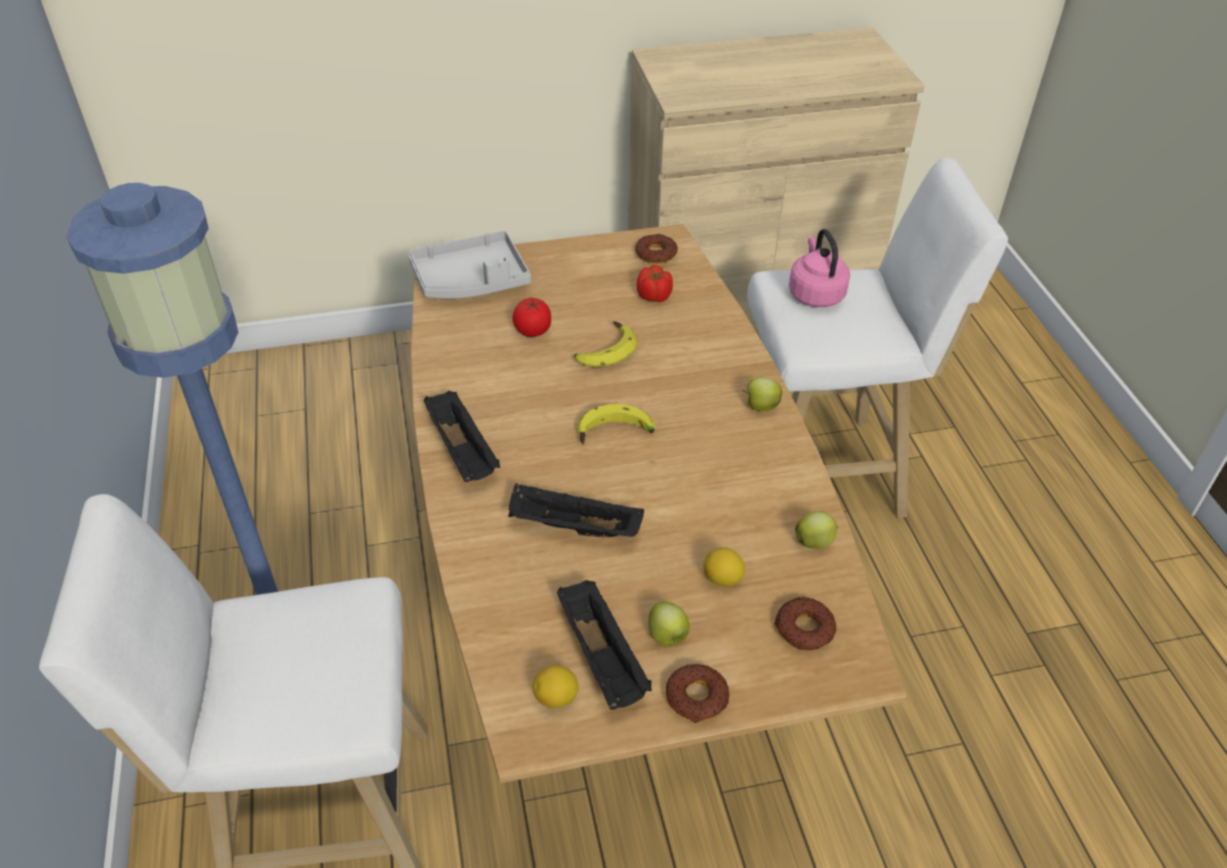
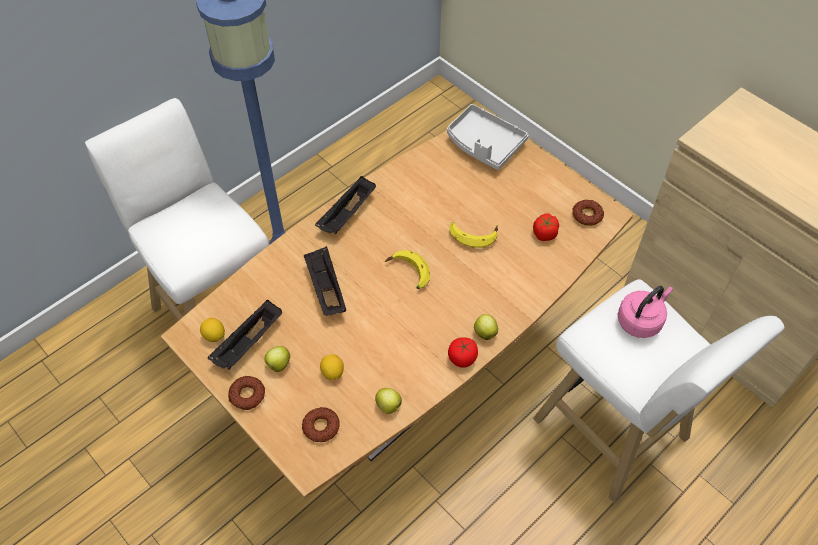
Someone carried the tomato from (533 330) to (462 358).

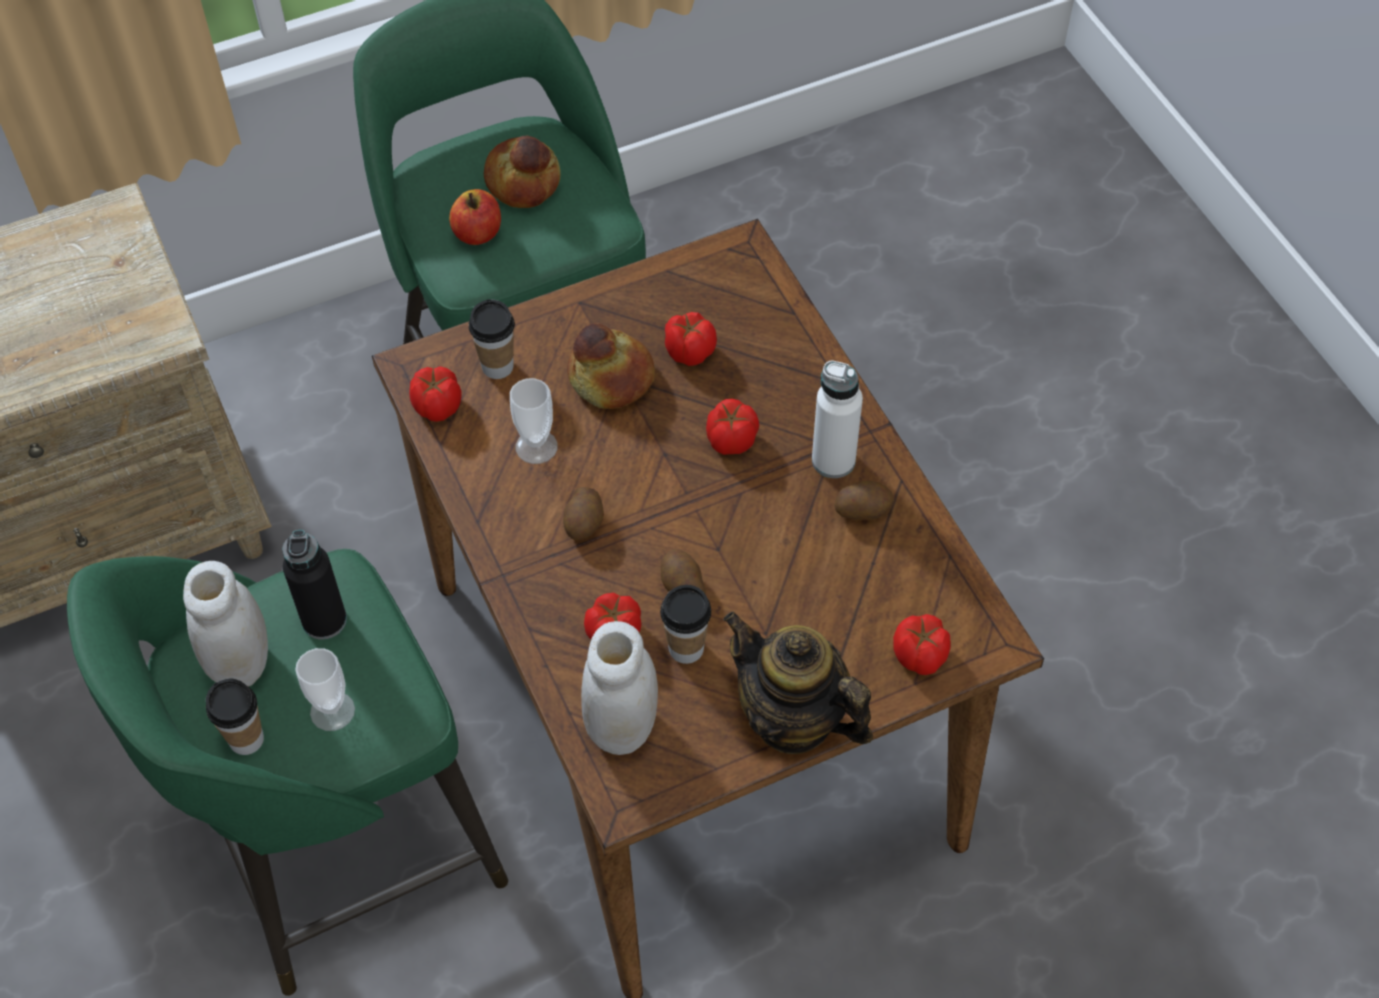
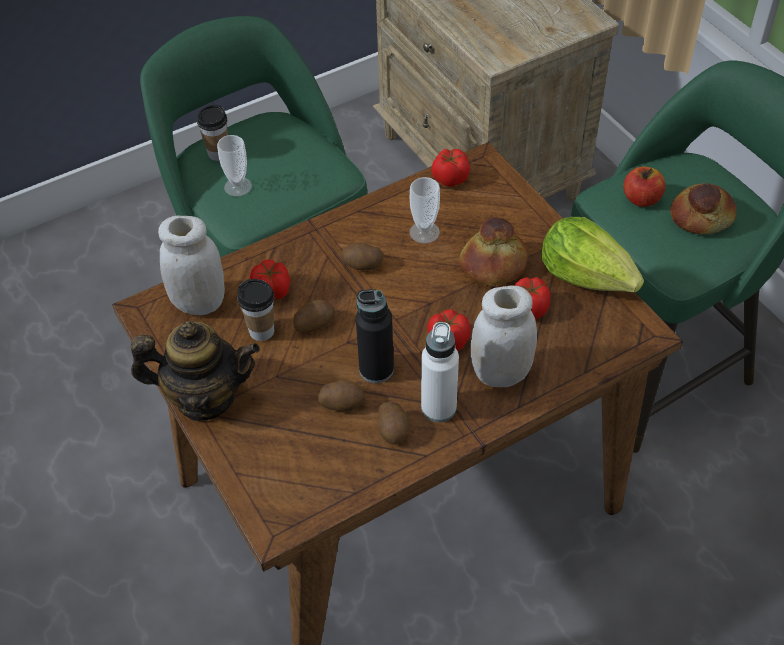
Someone rotated the teapot at (792 719) by 60 degrees clockwise. Someone put down the whole potato at (342 403). Someone carried the bottle (black) from (324 620) to (376 369). Someone carried the preserve jar (whitish) from (241 663) to (500 373). Someone put down the head of lettuce at (587 275). Someone took away the cup at (497 366). Someone took away the tomato at (920 656).

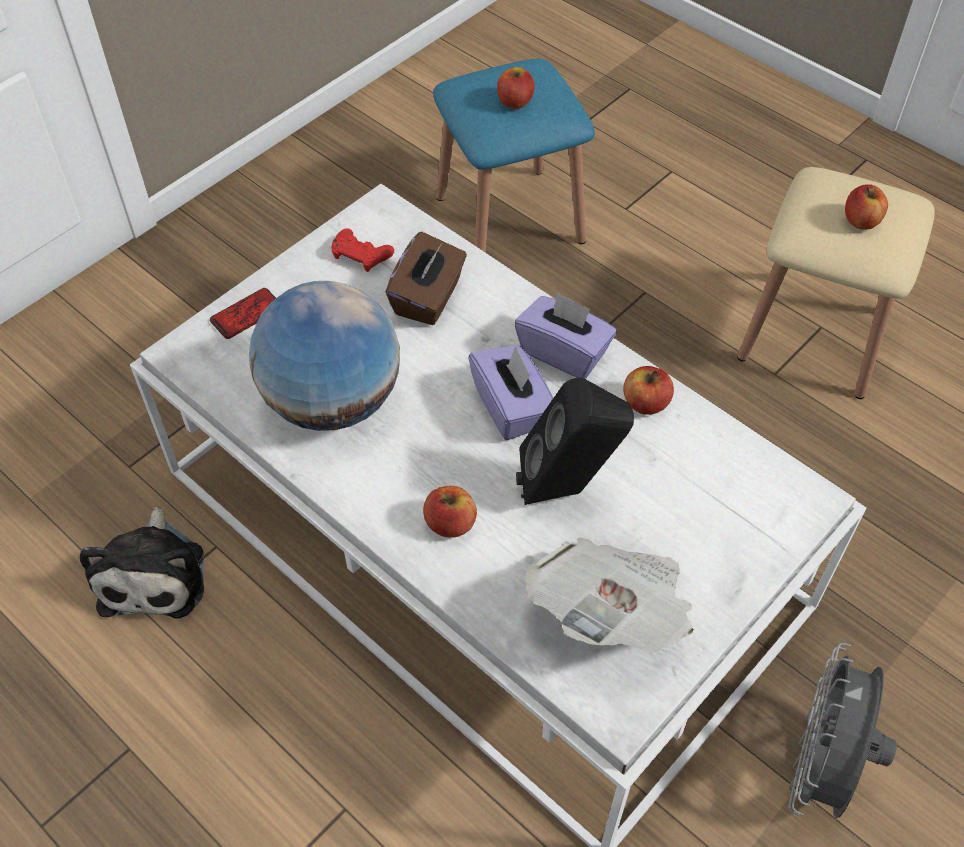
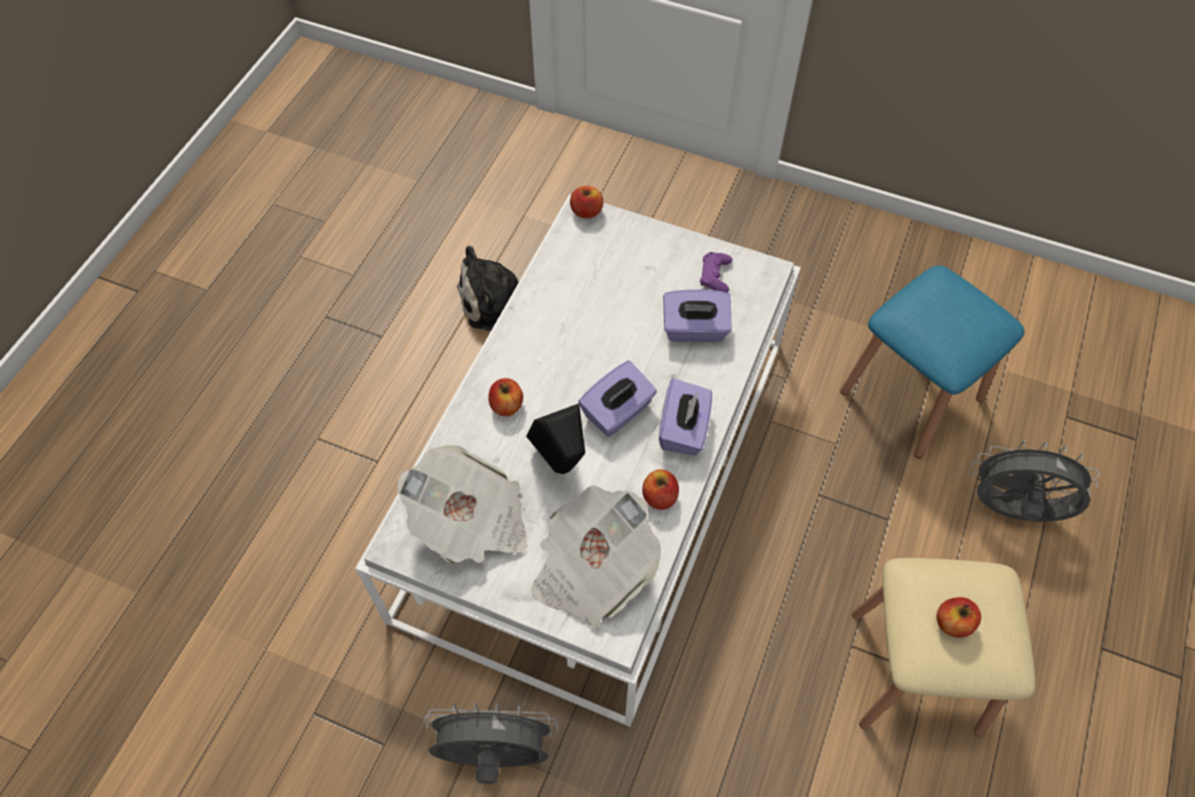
Someone put down the newspaper at (592 569). Someone carried the apple from (515 102) to (586 211). Someone repainted the tissue box (brownish) at (428 298), which became the tissue box (purple) at (695 329). Someone repainted the joypad (reddish) at (361 255), which became the joypad (purple) at (715 276). Someone put down the electric fan (gray) at (1012 511). Someone took away the handset at (246 314). Someone took away the desk globe at (332 401).

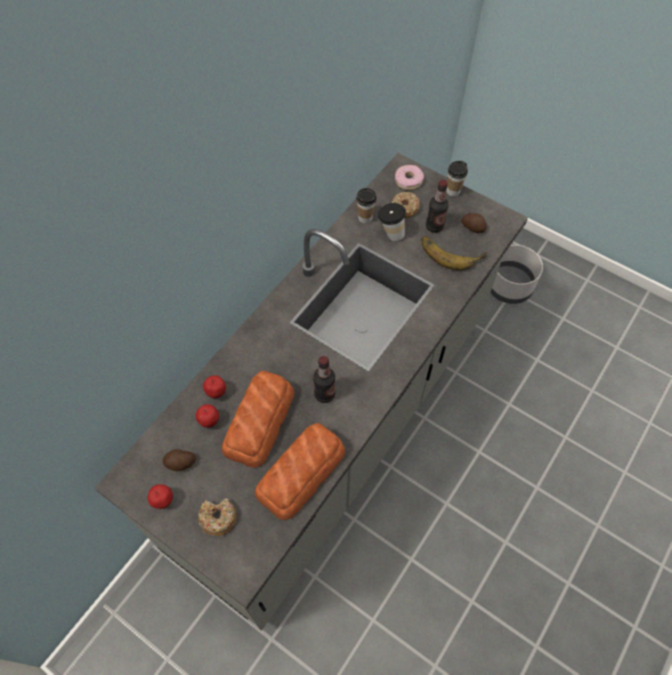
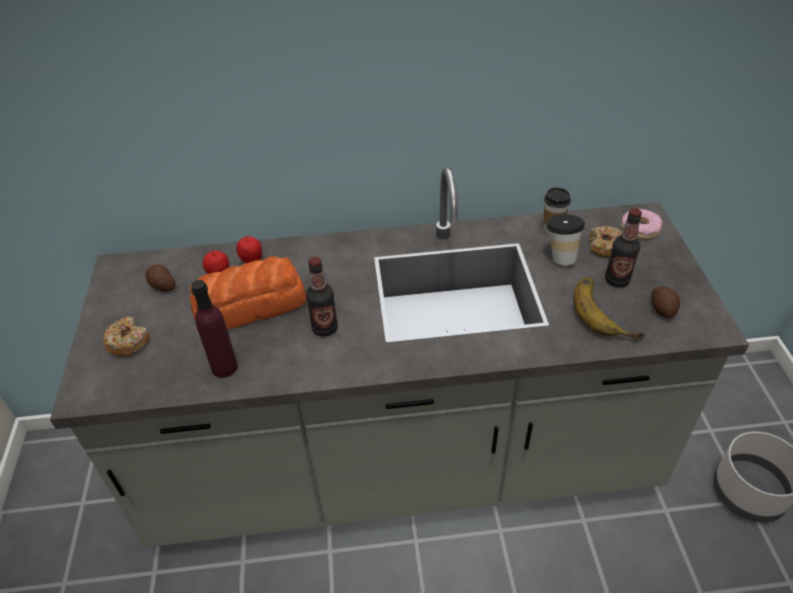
Someone swapped the bread at (302 472) for the bottle (purple) at (224 367). Someone took away the apple at (163 501). Someone took away the cup at (453 191).

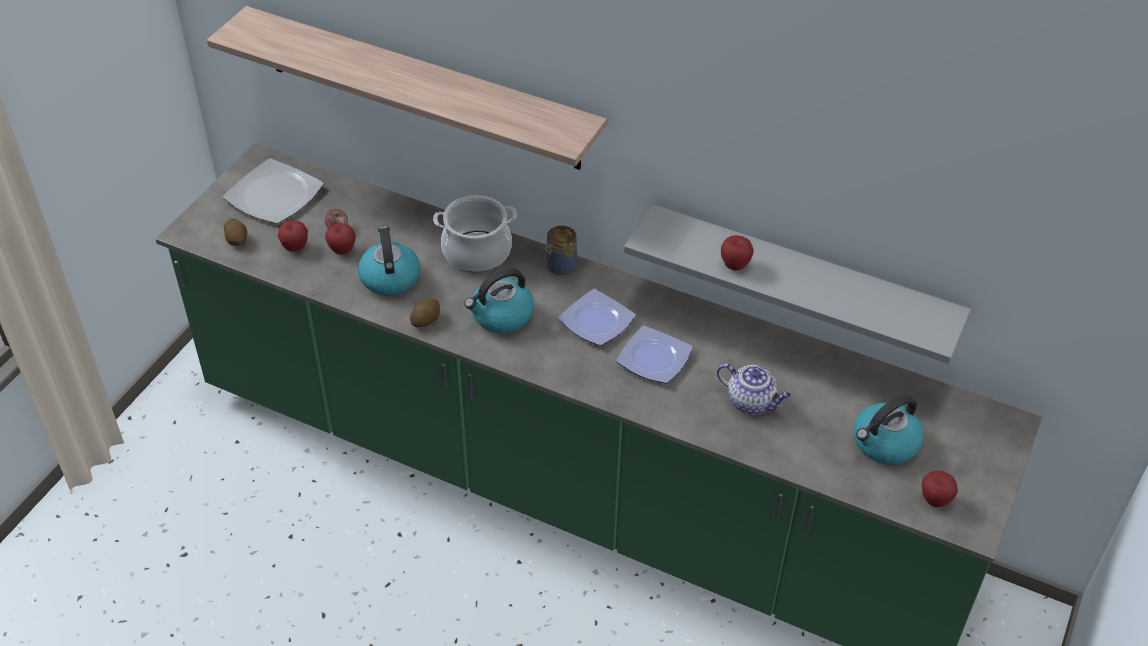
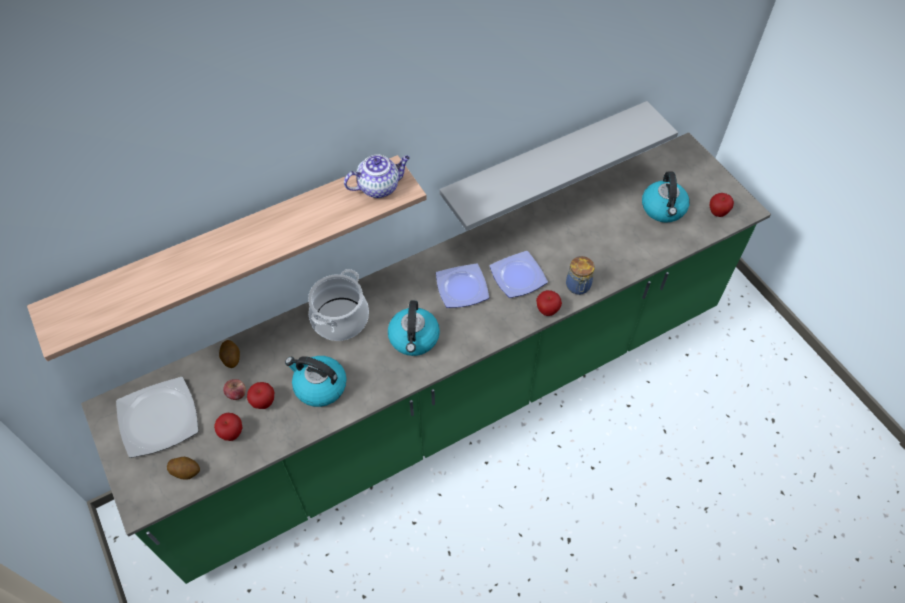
Someone carried the whole potato from (425 320) to (231 358). Someone carried the teapot from (751 402) to (379 187). Someone carried the apple from (735 265) to (547 310). Someone carried the preserve jar from (560 266) to (578 286).

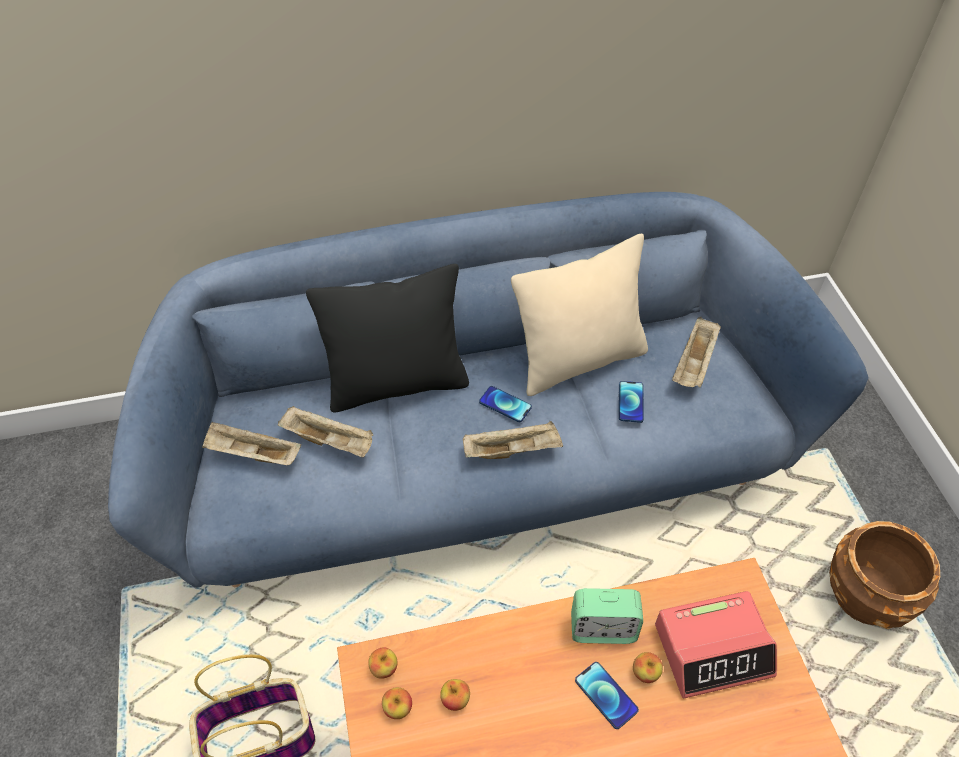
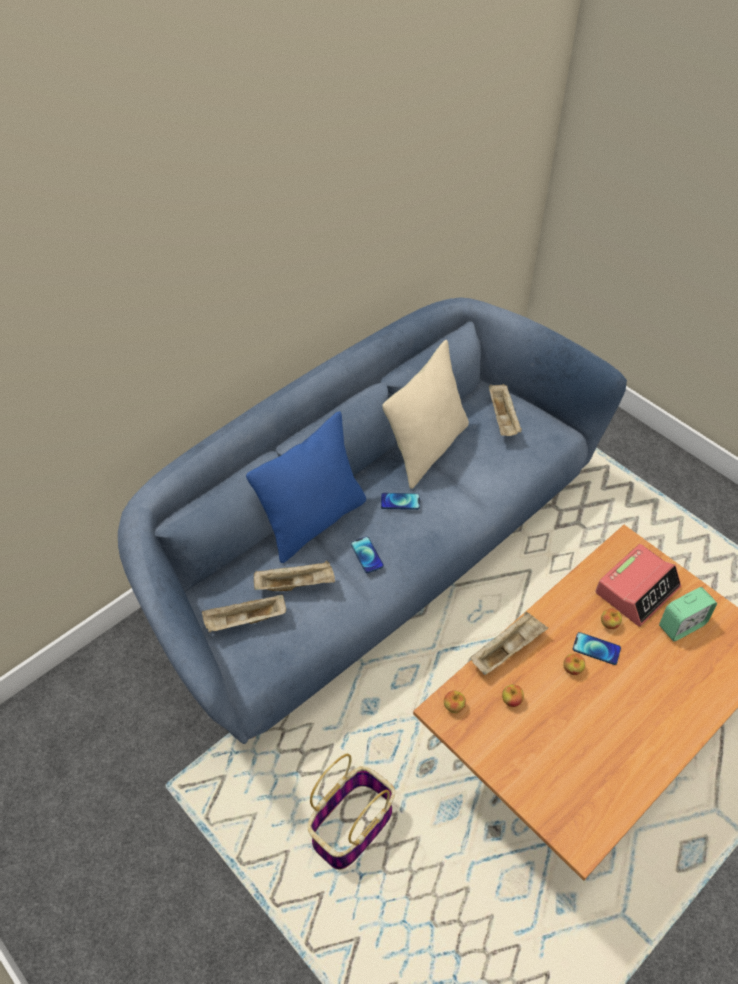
Someone repainted the cushion (black) at (397 383), which became the cushion (blue) at (313 521). Someone carried the handset from (630 402) to (367 555). Someone carried the tray (sand-coloured) from (513 450) to (507 649). Someone carried the apple from (398 708) to (572 669). Someone carried the alarm clock from (602 628) to (681 625). Someone took away the flower pot (brownish) at (865 596).

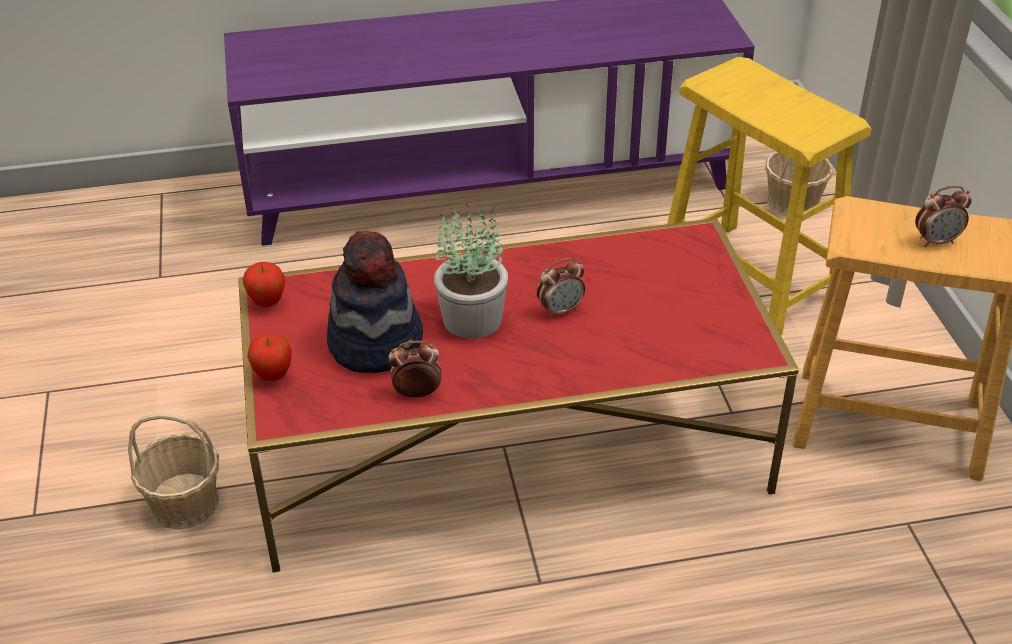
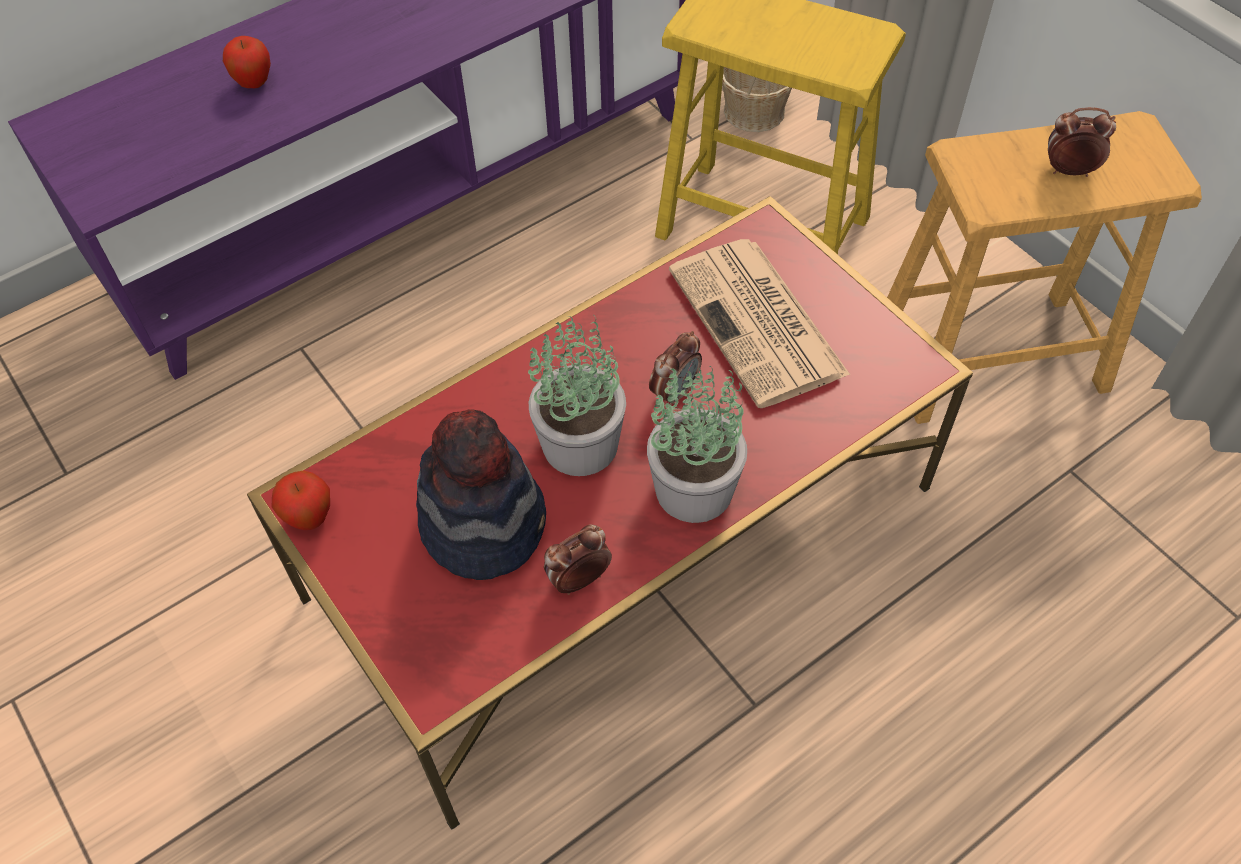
Someone carried the apple from (273 376) to (254 83). Someone put down the potted plant at (695 487). Someone put down the newspaper at (759 324). Someone rotated the alarm clock at (936 241) by 135 degrees counterclockwise. Someone took away the household basket at (184 502).

